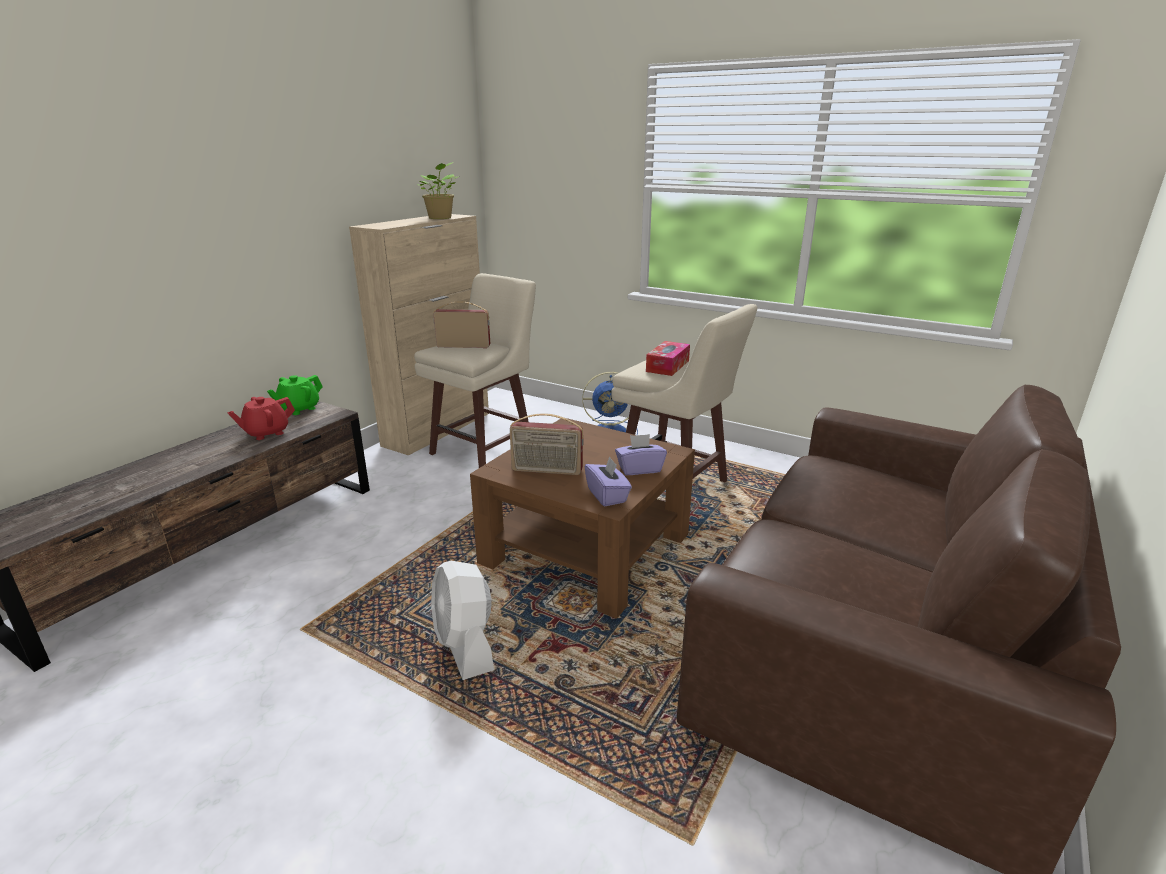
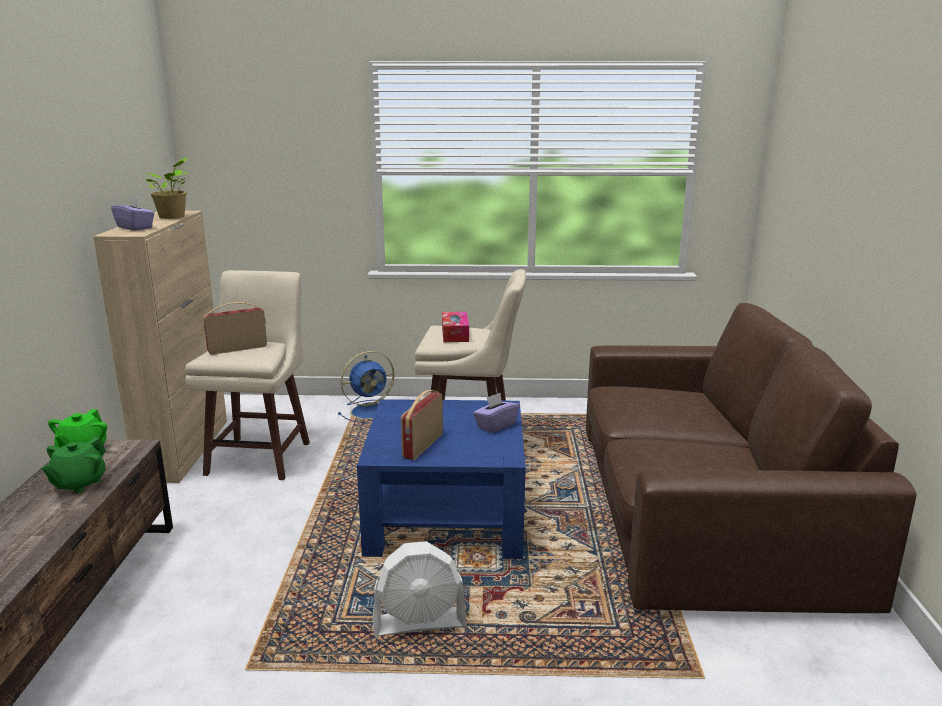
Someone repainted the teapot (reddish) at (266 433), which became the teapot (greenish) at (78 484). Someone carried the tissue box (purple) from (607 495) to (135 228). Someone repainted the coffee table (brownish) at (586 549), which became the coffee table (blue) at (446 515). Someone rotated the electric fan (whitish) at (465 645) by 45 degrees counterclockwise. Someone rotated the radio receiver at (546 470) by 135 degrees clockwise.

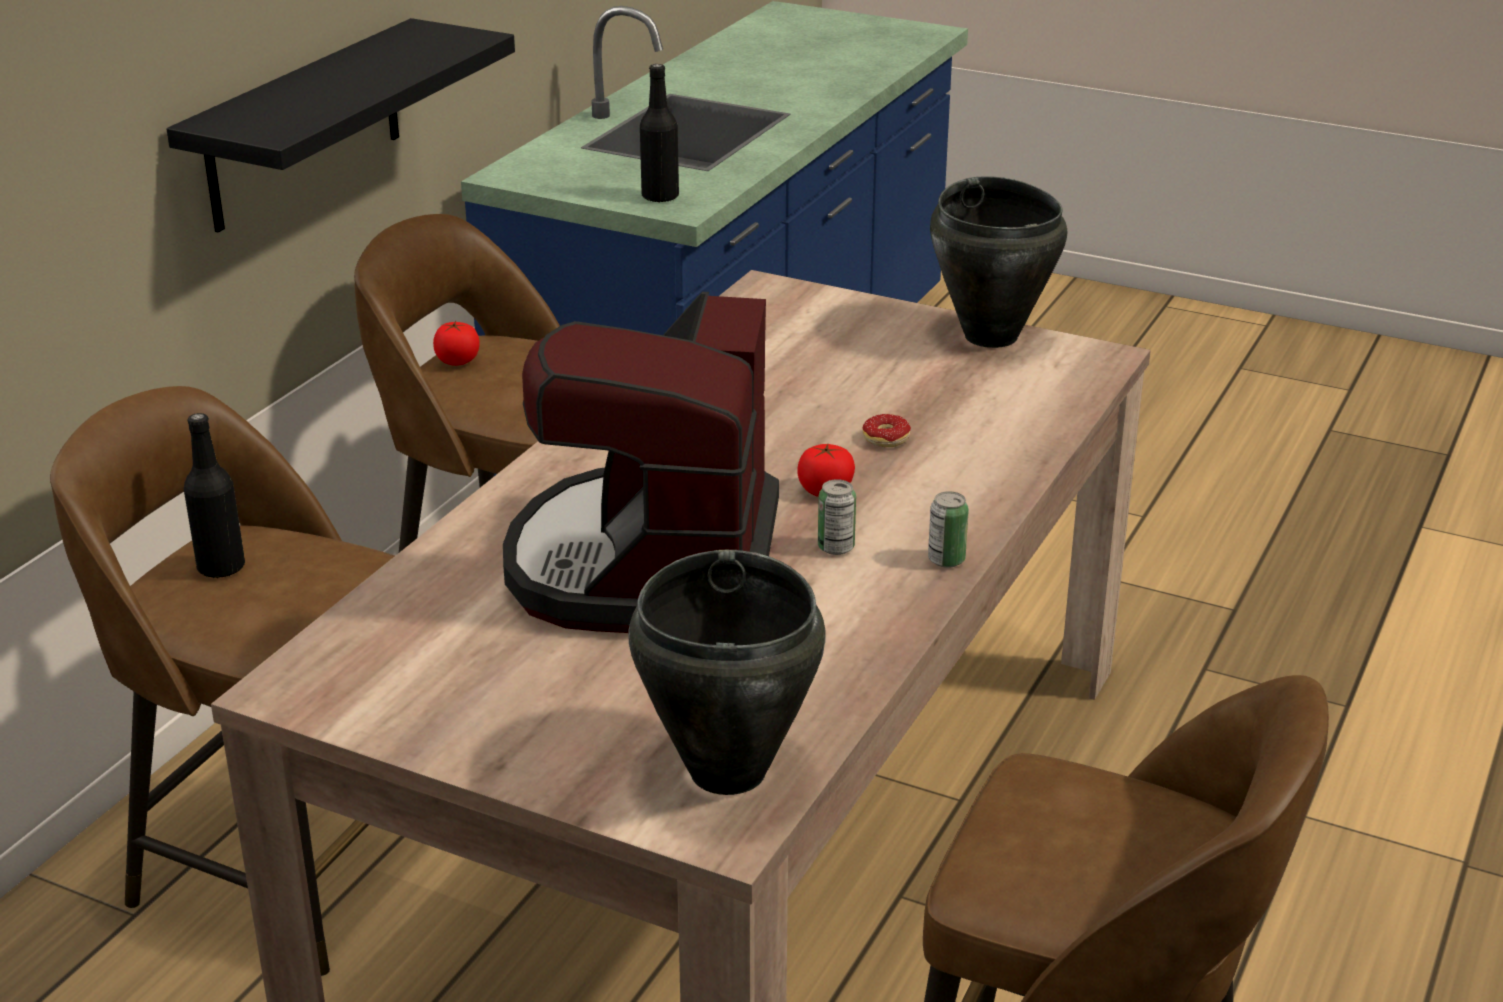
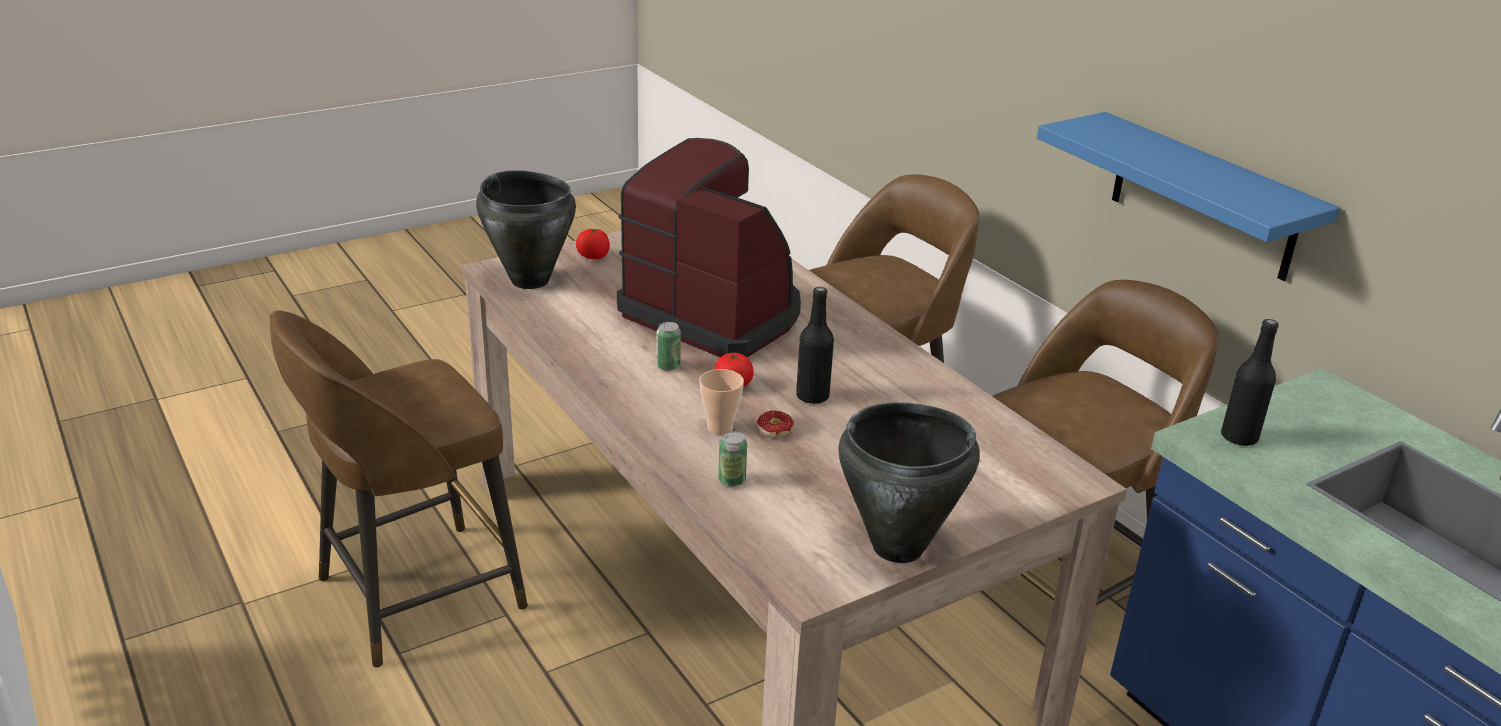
Someone carried the tomato from (458 361) to (593 256). Someone put down the cup at (720 428). Someone carried the sealed can from (946 560) to (731 480). Someone carried the bottle (black) from (221 567) to (812 396). Someone repainted the wall shelf (black) at (304 125), which became the wall shelf (blue) at (1203 197).

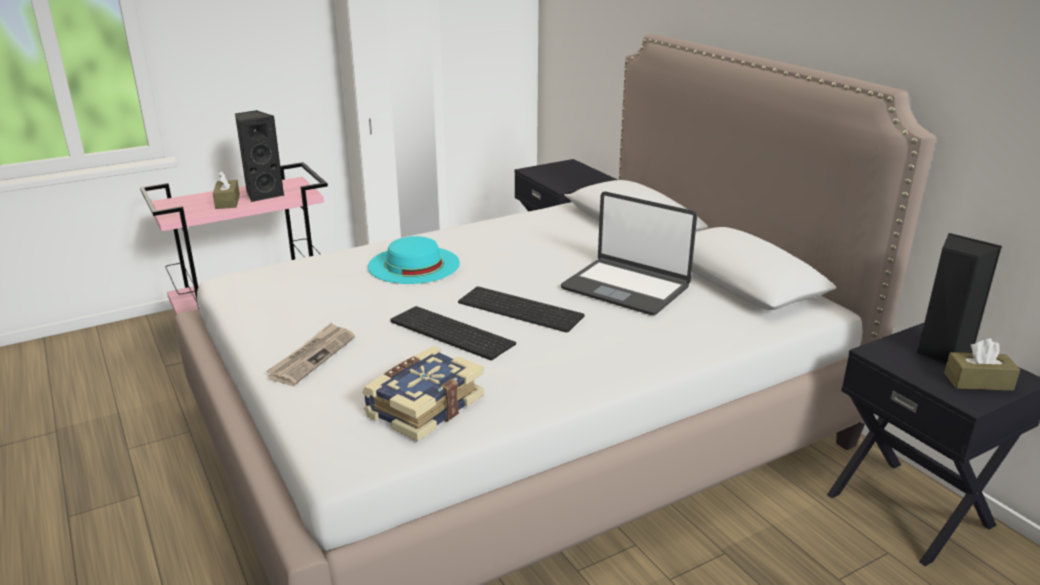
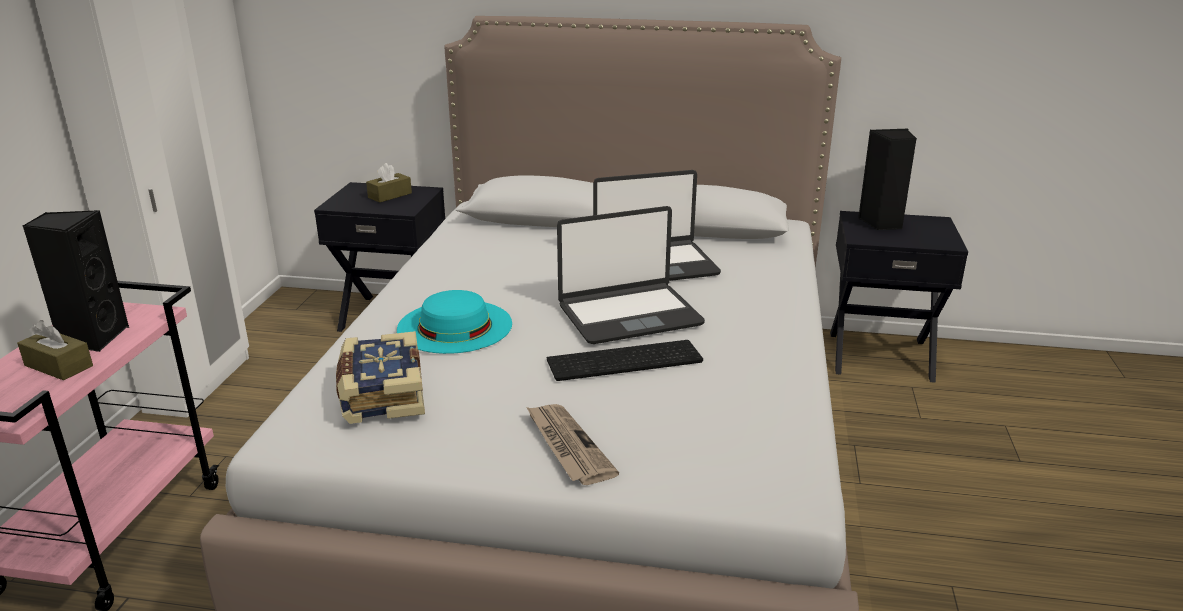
Someone carried the book from (423 406) to (381 394). Someone carried the tissue box (brownish) from (978 381) to (390 195). Someone swapped the keyboard at (522 309) for the notebook computer at (629 315).

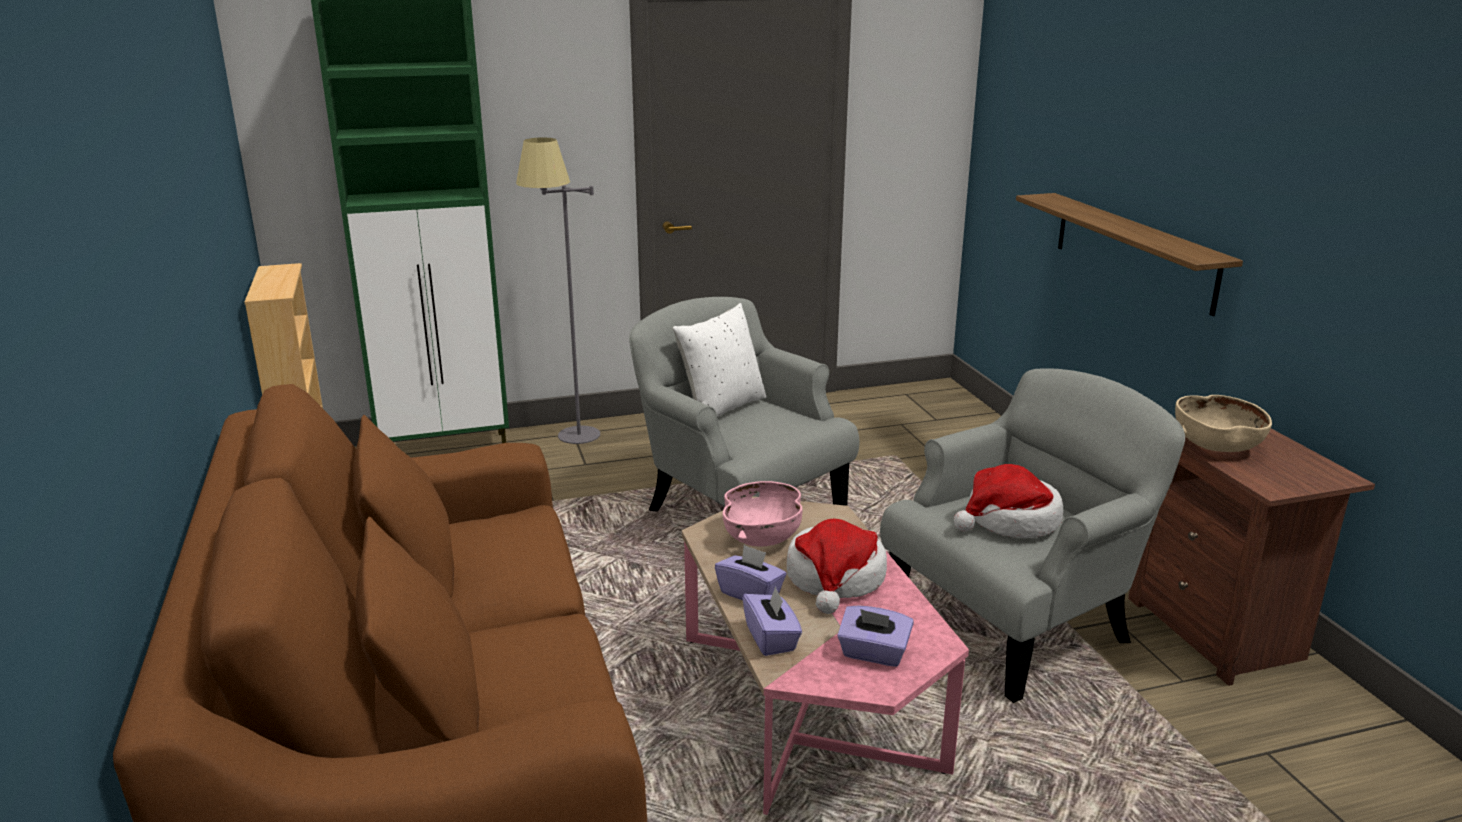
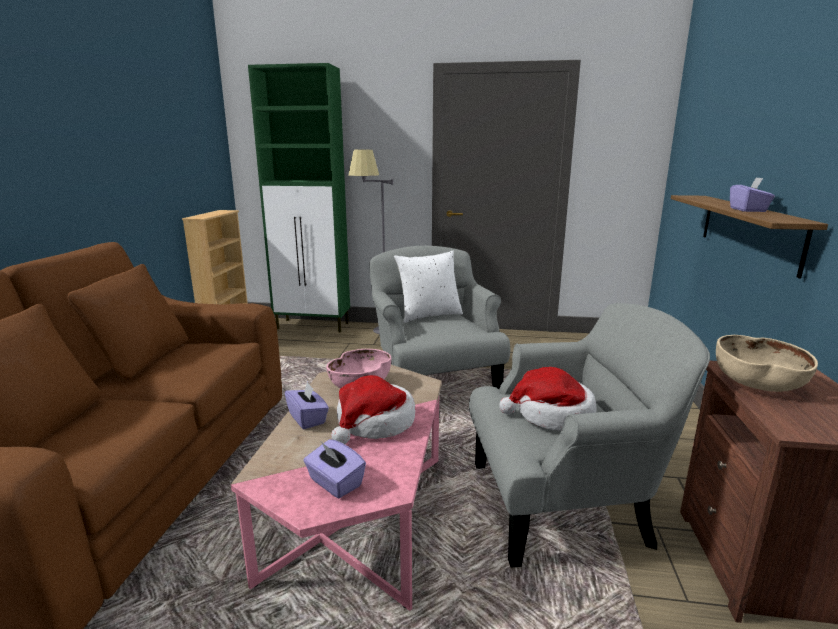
Someone carried the tissue box (purple) from (771 639) to (748 210).

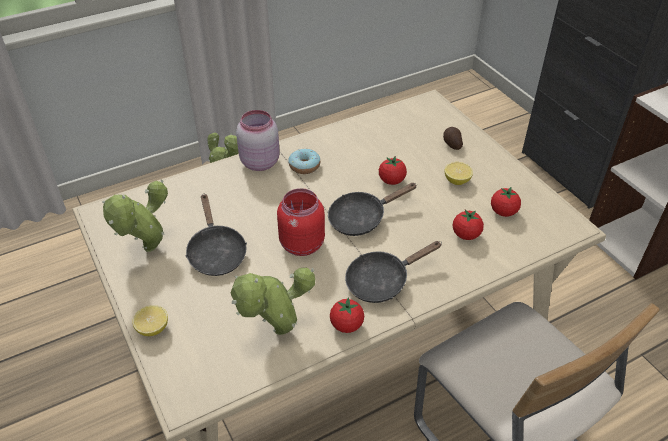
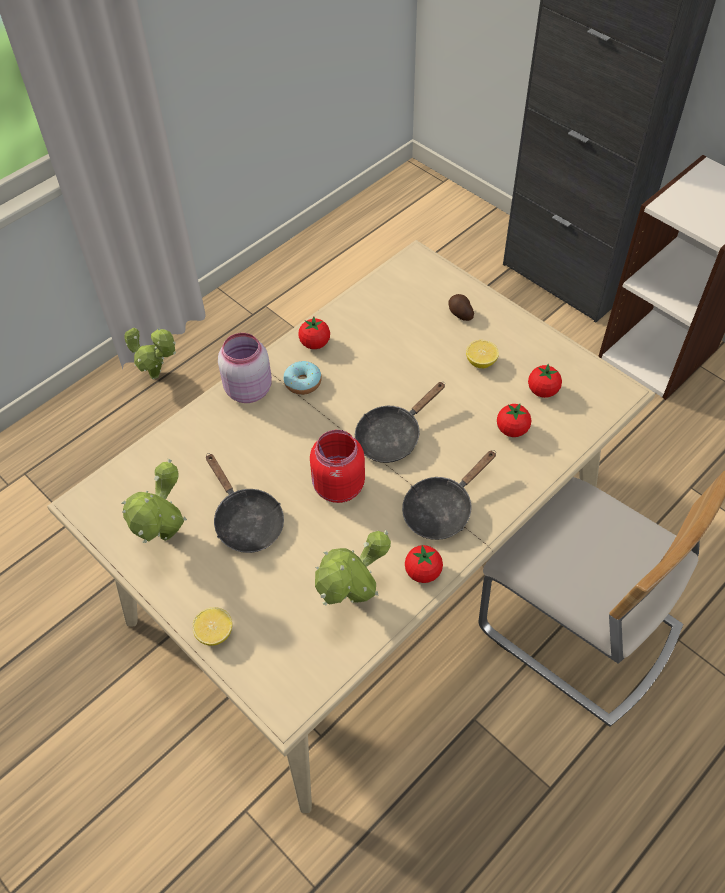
Someone carried the tomato from (391 181) to (315 343).

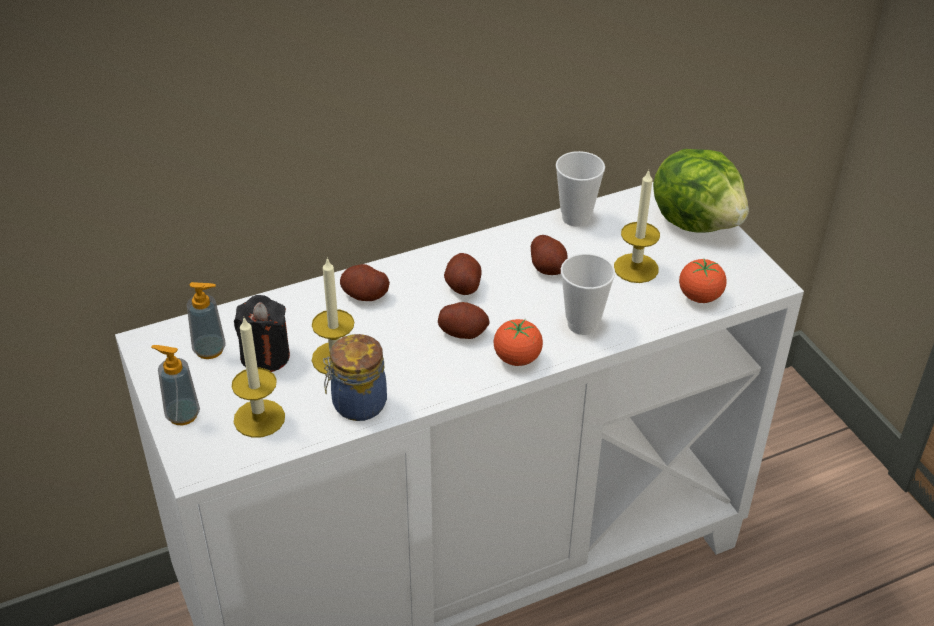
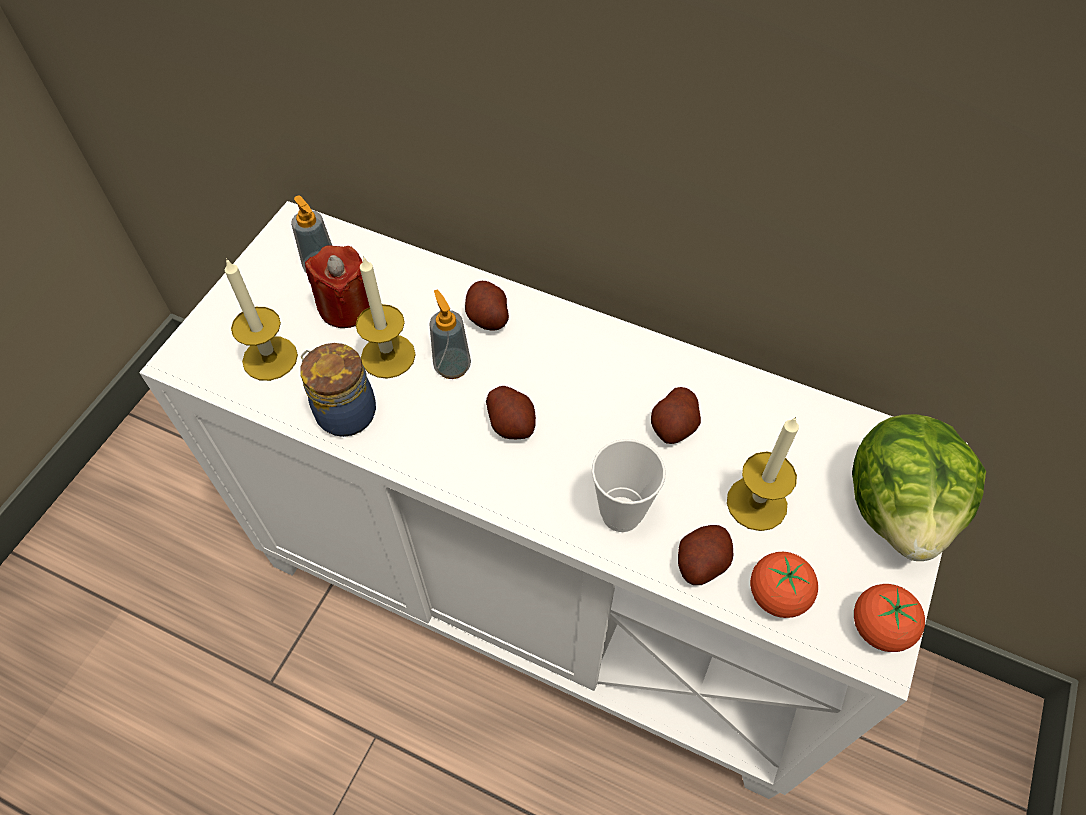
Someone repainted the wax light (black) at (265 356), which became the wax light (reddish) at (346 308). Someone carried the soap bottle from (182 415) to (452 366). Someone carried the whole potato from (463 286) to (701 562). Someone carried the tomato from (517 358) to (879 628). Someone took away the cup at (576 218).

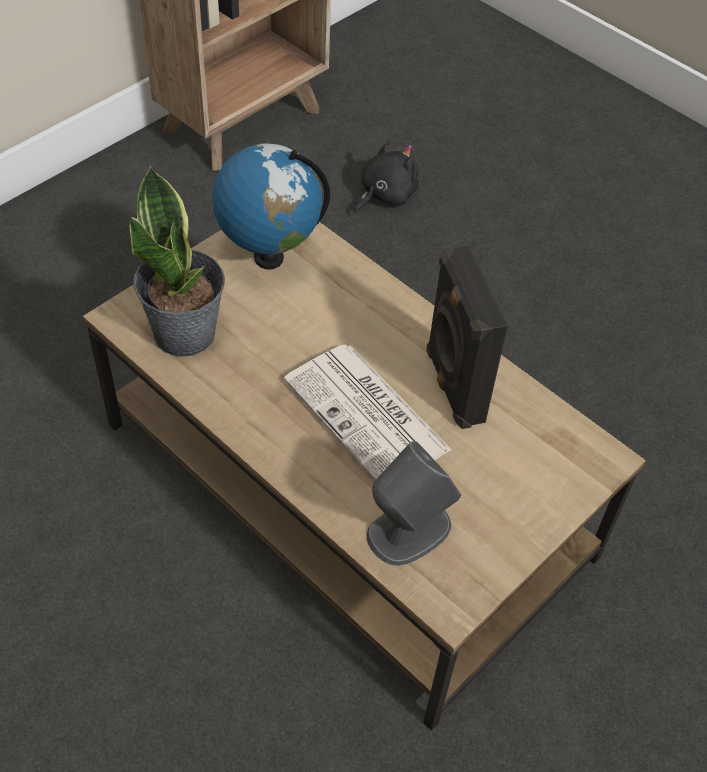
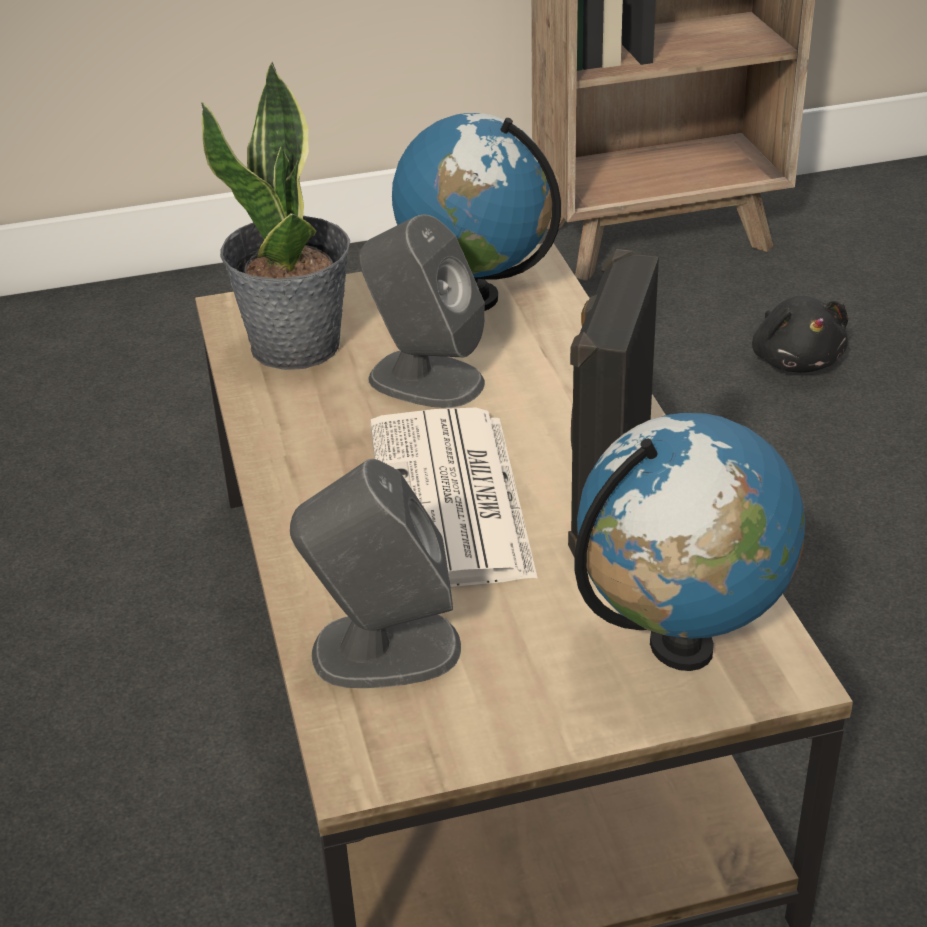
Someone put down the loudspeaker (gray) at (424 379). Someone put down the desk globe at (681 647). Someone rotated the plush toy (black) at (385 195) by 90 degrees clockwise.

